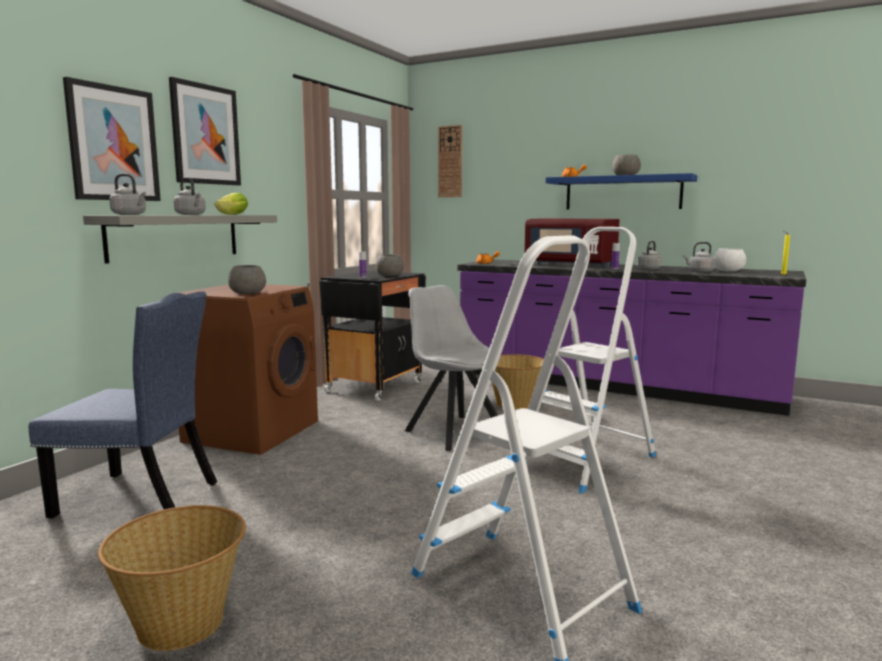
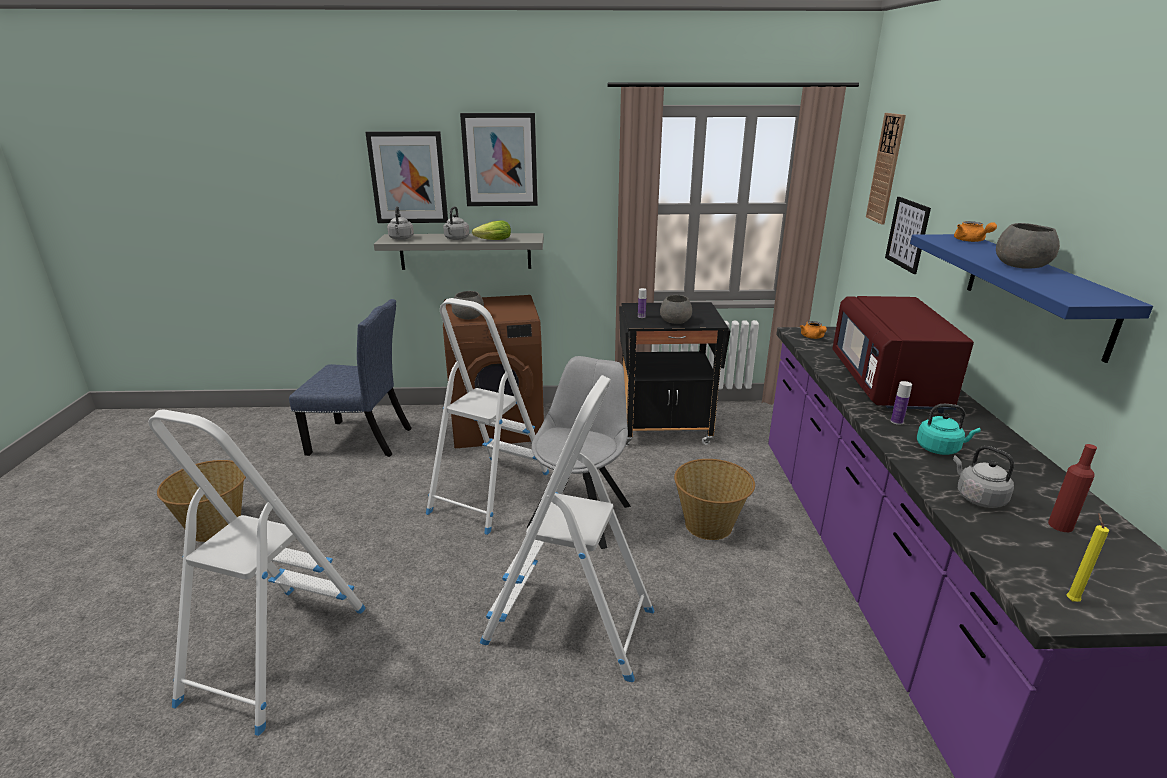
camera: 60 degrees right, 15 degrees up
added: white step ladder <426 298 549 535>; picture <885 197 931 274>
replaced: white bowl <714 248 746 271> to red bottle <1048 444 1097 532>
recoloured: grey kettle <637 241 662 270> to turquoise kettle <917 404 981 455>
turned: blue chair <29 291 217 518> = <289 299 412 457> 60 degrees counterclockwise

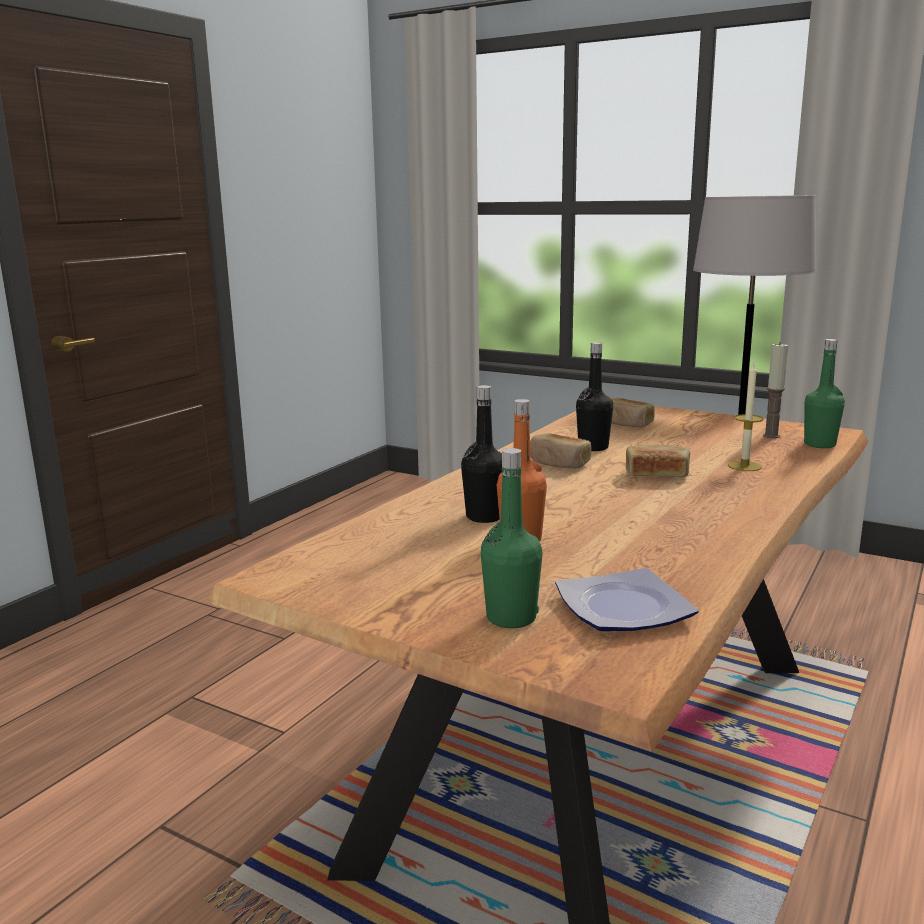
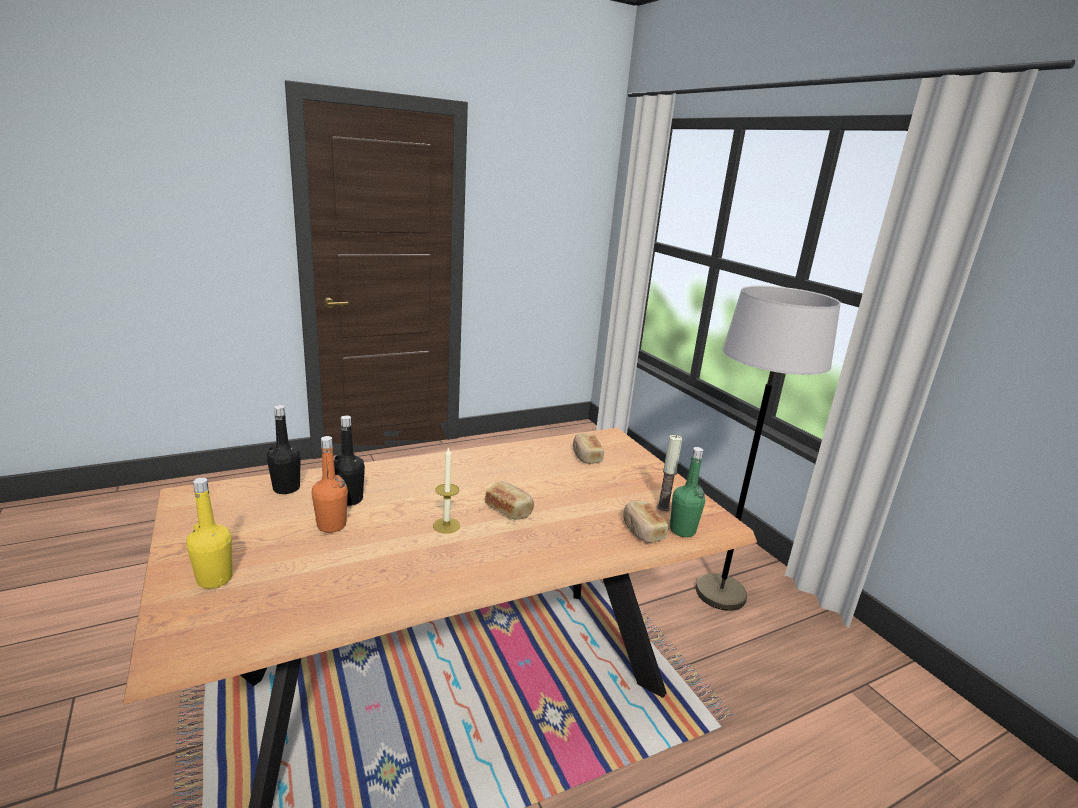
camera: 30 degrees right, 5 degrees up
removed: plate <555 568 699 631>
moved: bread <530 433 591 469> to <623 501 668 543>; black bottle <576 342 613 451> to <267 405 301 494>; candle <728 361 764 471> to <433 447 460 534>
recoloured: green bottle <481 448 543 628> to yellow bottle <186 478 233 589>

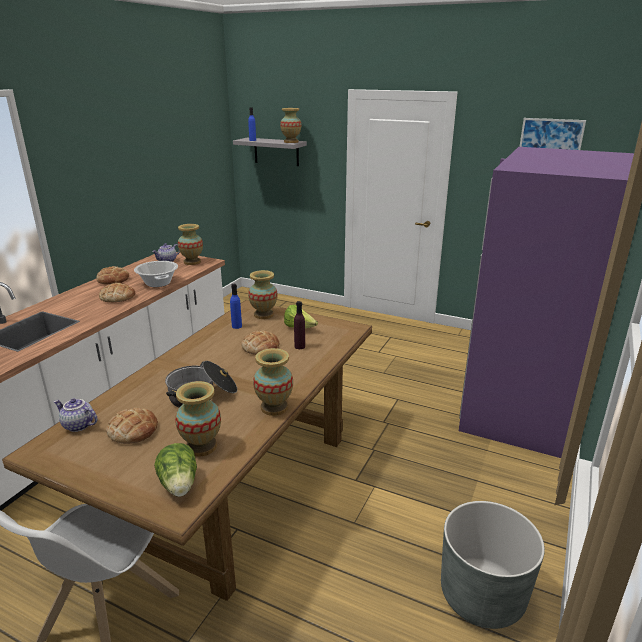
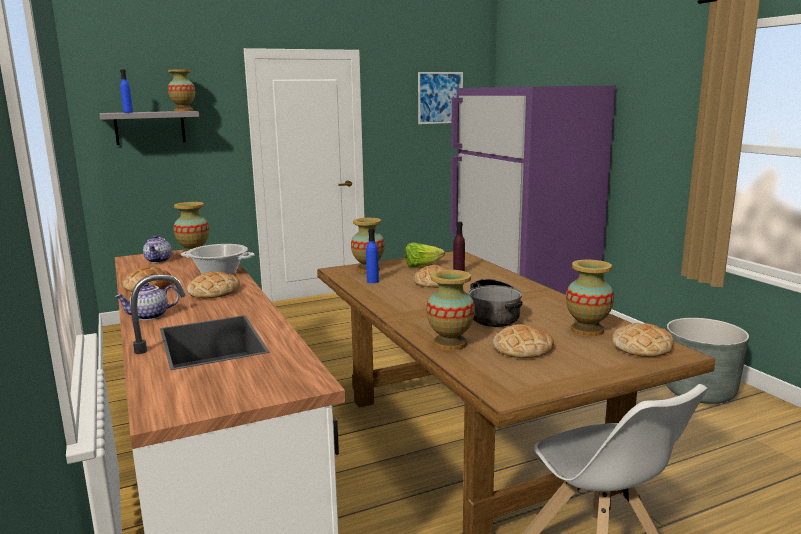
camera: 50 degrees left, 10 degrees down
moved: teapot <53 398 98 432> to <115 283 179 320>; vase <253 348 293 416> to <426 270 475 350>
replaced: lettuce <154 443 197 497> to bread <612 323 674 357>

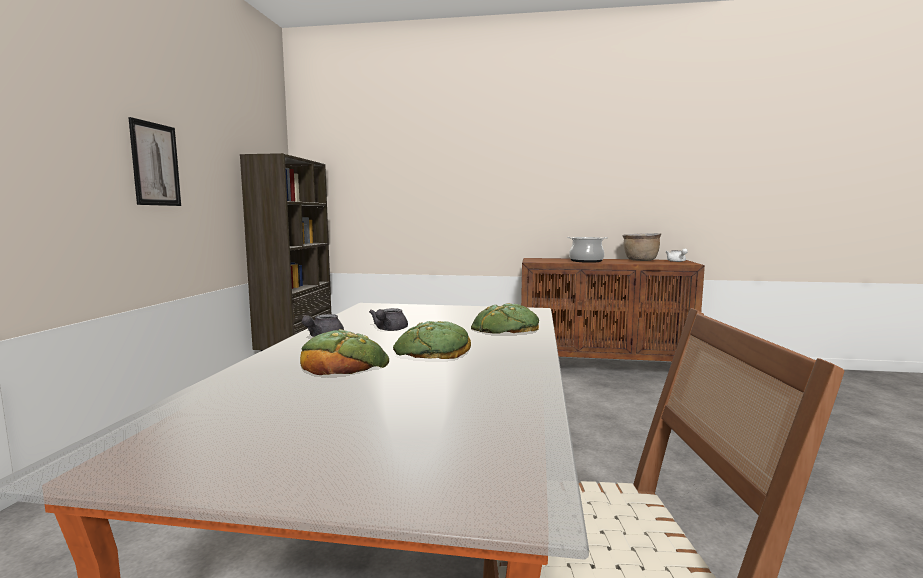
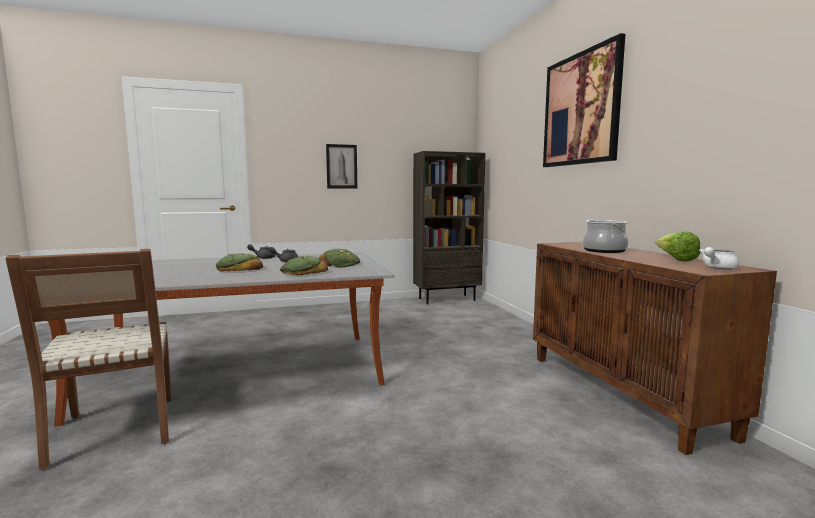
camera: 65 degrees right, 0 degrees up
added: picture <543 33 625 167>
moved: bread <300 329 389 375> to <318 249 360 268>
replaced: brown cooking pot <622 233 661 261> to lettuce <655 231 700 262>

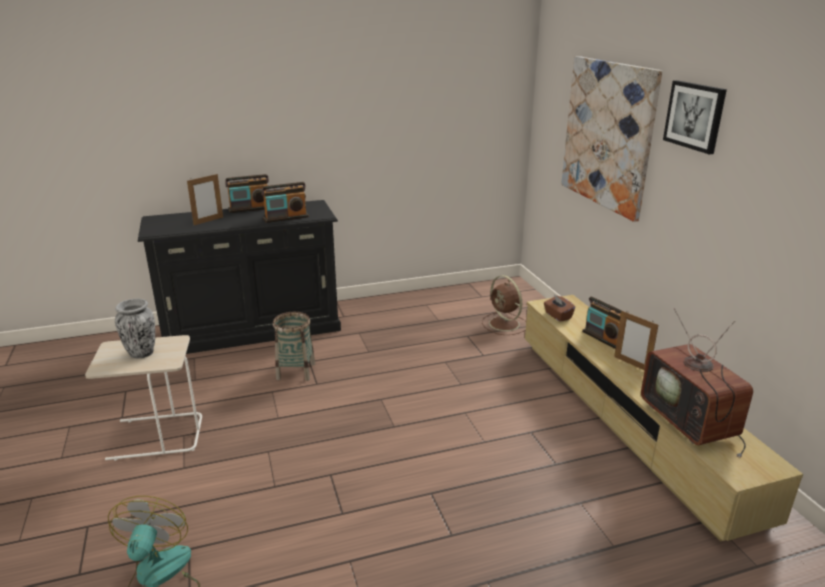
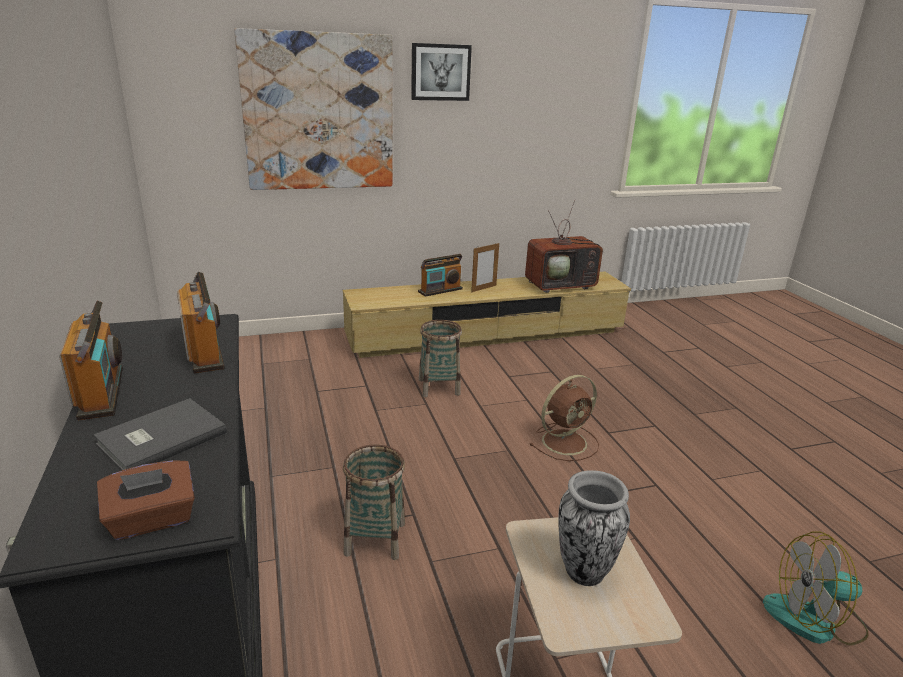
camera: 90 degrees left, 0 degrees up
added: basket <419 320 462 397>
moved: brown fan <482 275 525 335> to <529 375 599 461>; brown tissue box <544 295 575 322> to <97 460 195 540>
replaced: picture frame <187 173 223 225> to grey book <93 398 227 470>

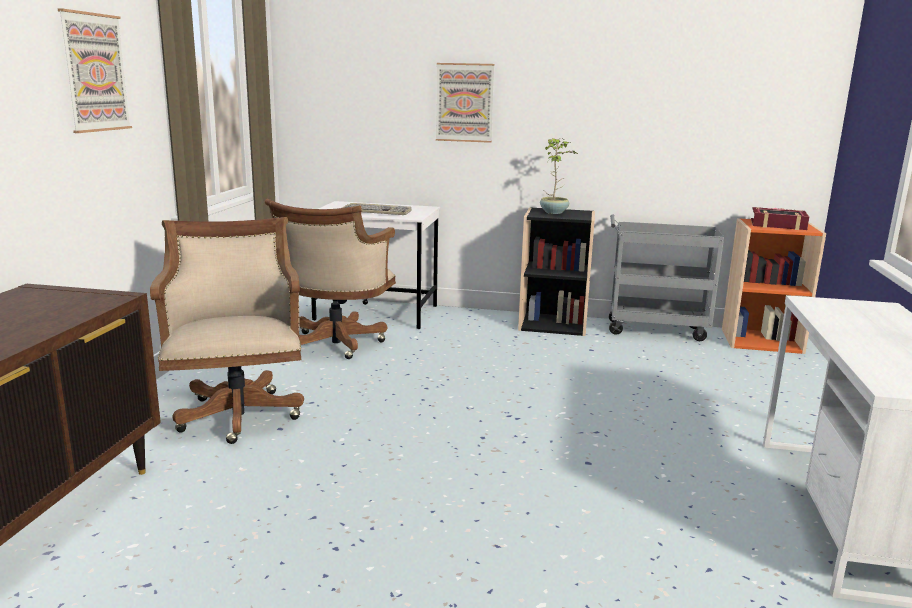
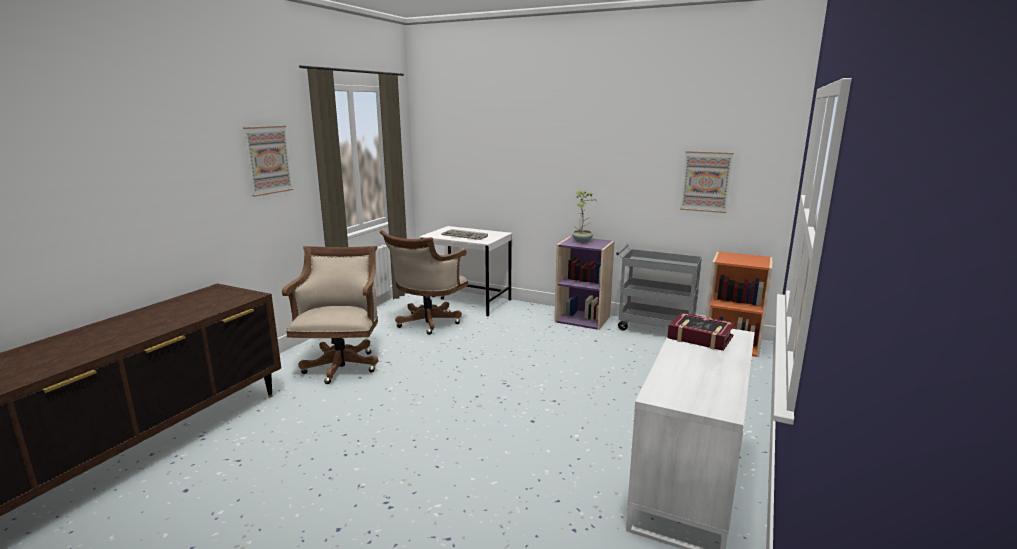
camera: 15 degrees right, 0 degrees up
moved: picture <436 63 494 143> to <680 151 733 213>; book <751 207 809 230> to <667 312 735 351>
recoloured: black bookcase <518 207 595 336> to purple bookcase <555 236 614 330>

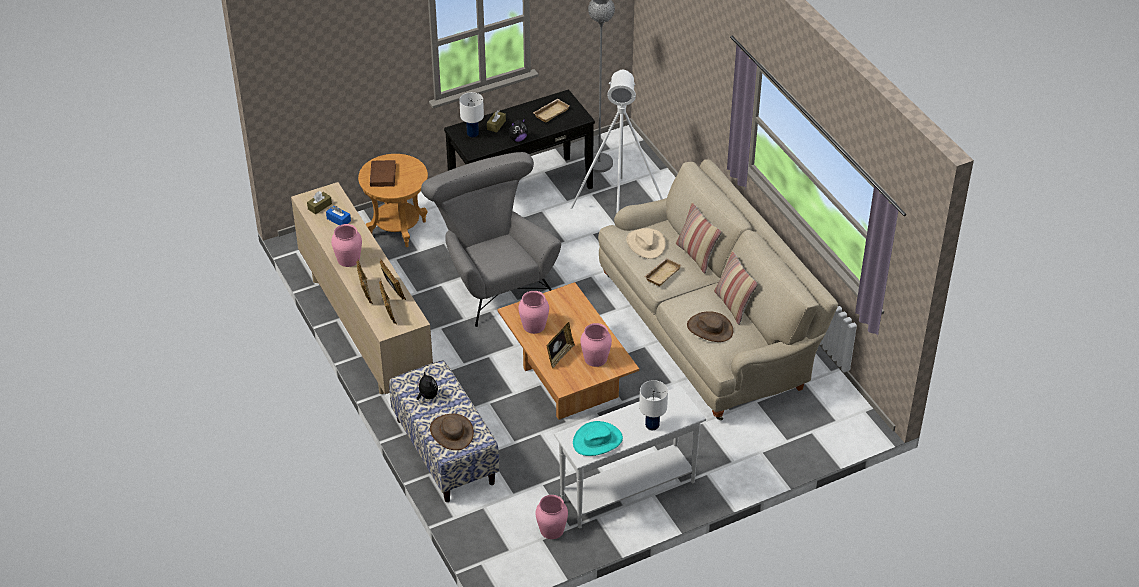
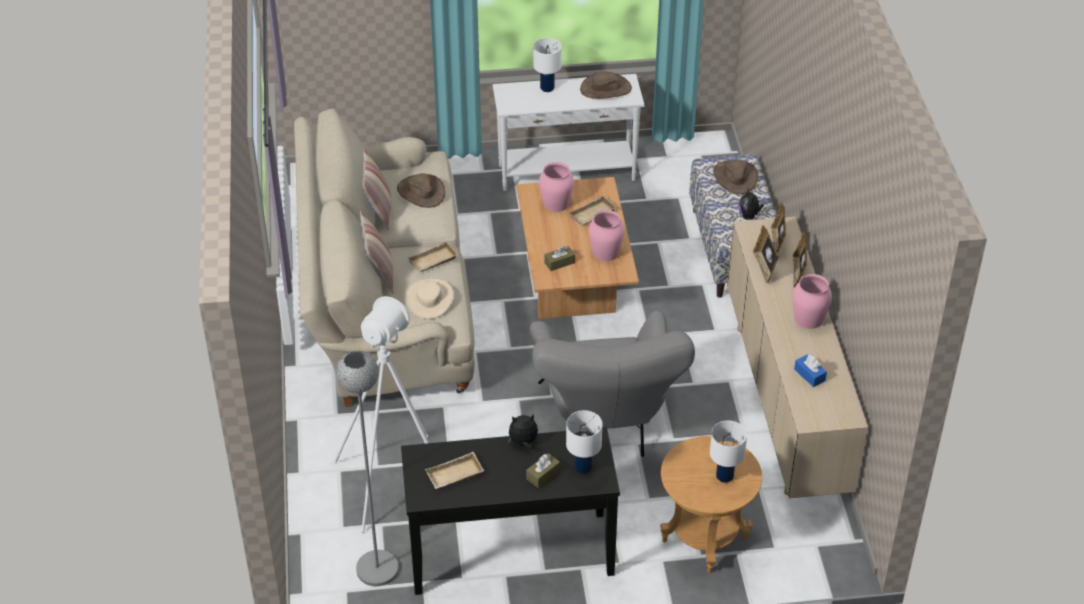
camera: 160 degrees left, 0 degrees up
removed: pink vase <536 495 568 539>
moved: brown tissue box <307 191 332 214> to <544 246 575 271>
replaced: brown book <370 160 396 187> to white table lamp <710 420 747 483>; picture frame <546 322 575 368> to beige tray <568 195 617 226>
recoloured: turquoise hat <573 421 623 456> to brown hat <580 71 632 99>

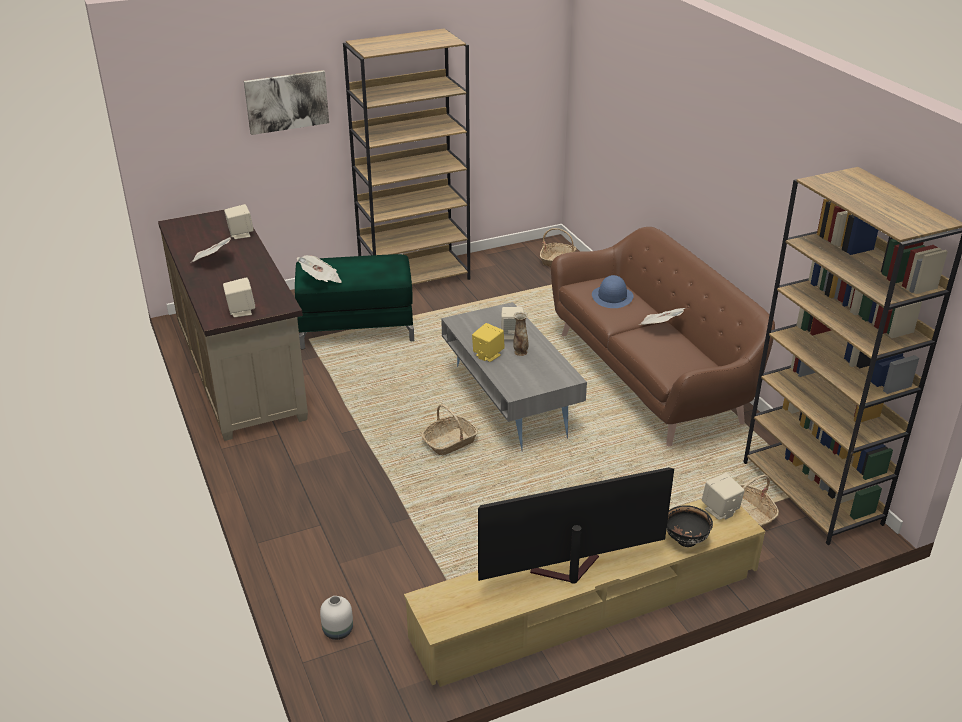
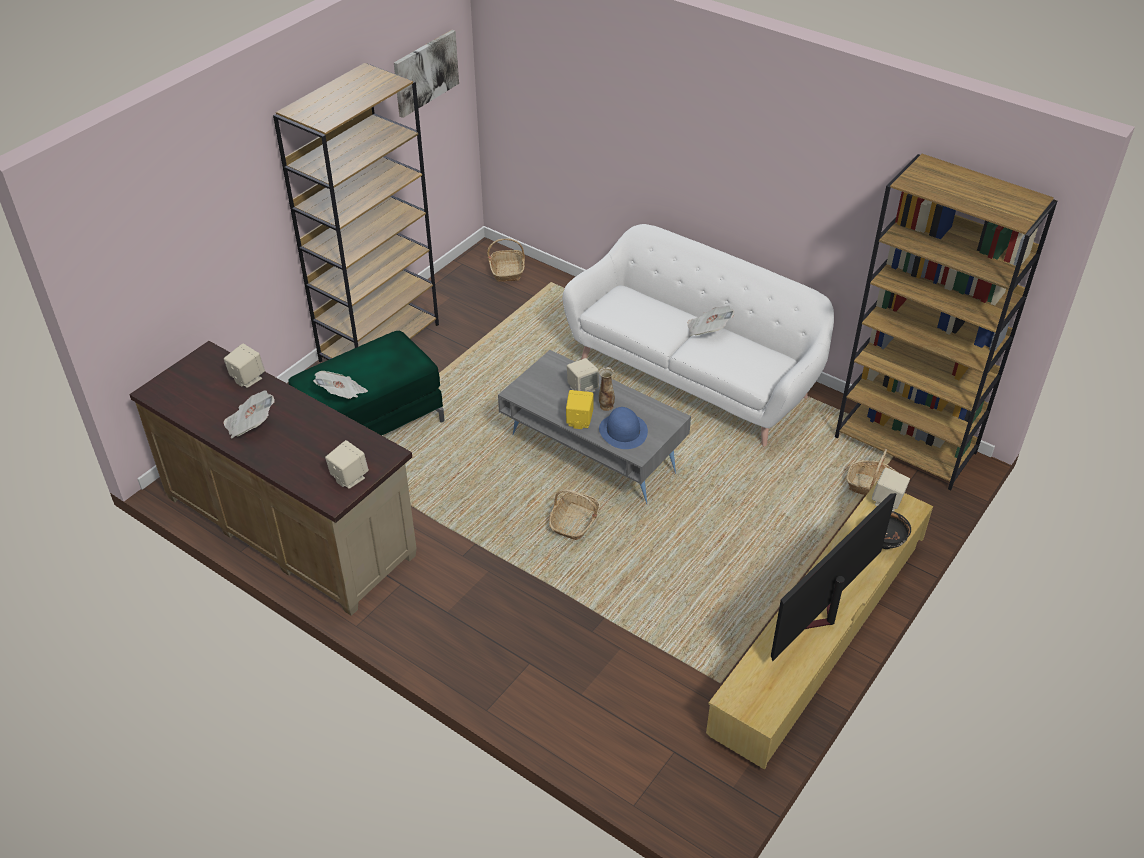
camera: 30 degrees left, 10 degrees up
removed: white vase <320 596 353 640>
moved: picture <244 70 329 135> to <394 30 459 118>; blue hat <592 275 634 308> to <599 407 648 449>
recoloured: brown sofa <551 227 775 447> to white sofa <562 224 834 446>

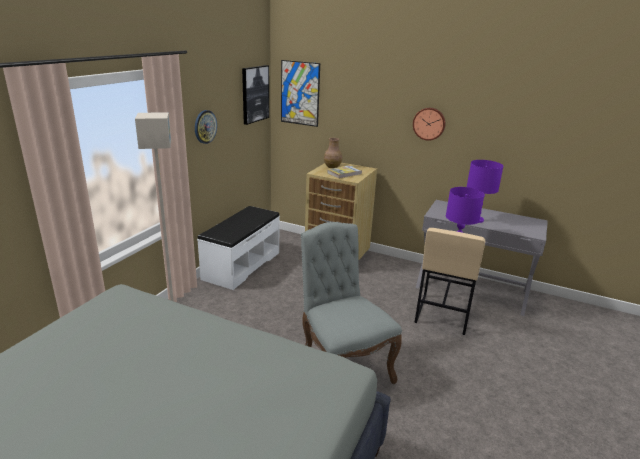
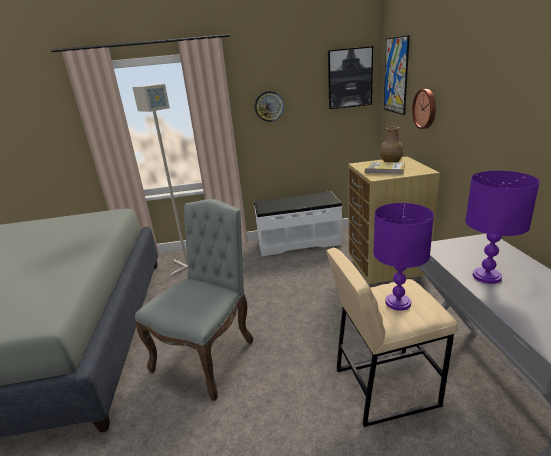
camera: 60 degrees right, 0 degrees up
moved: wall clock <413 108 446 141> to <412 89 436 129>

